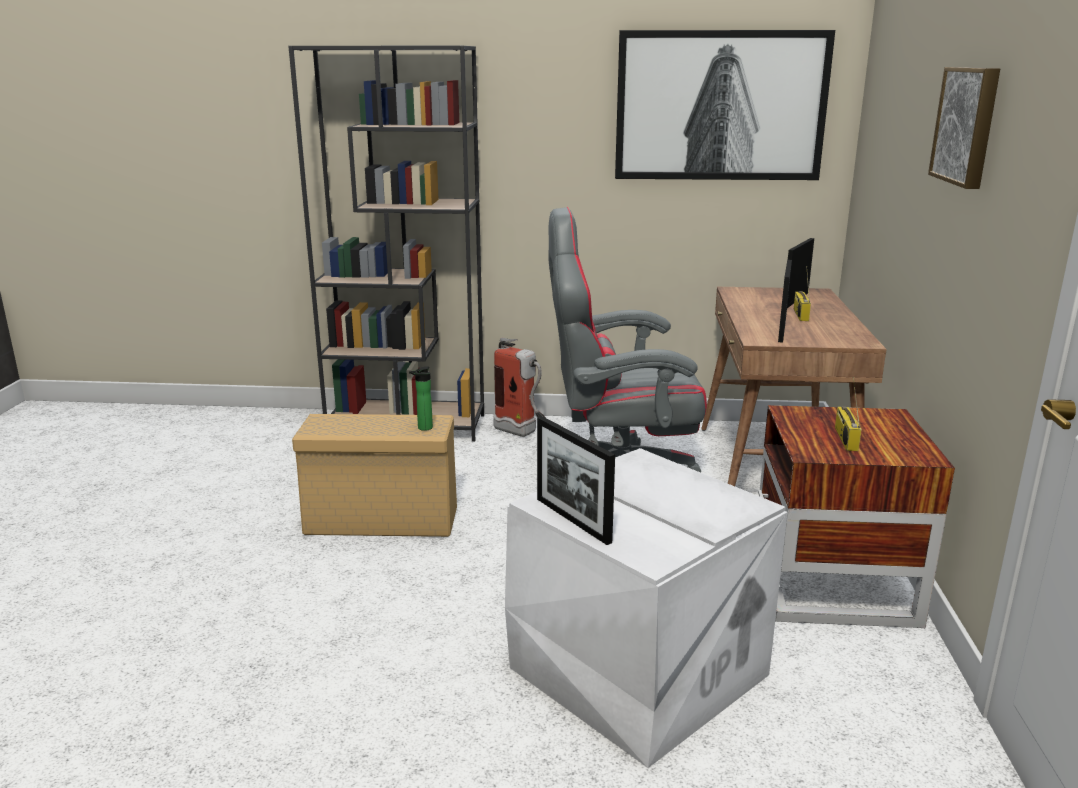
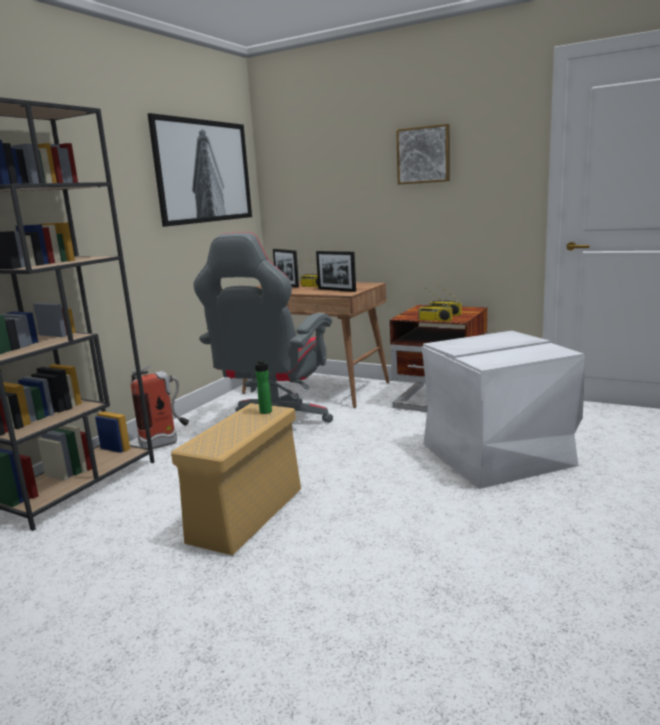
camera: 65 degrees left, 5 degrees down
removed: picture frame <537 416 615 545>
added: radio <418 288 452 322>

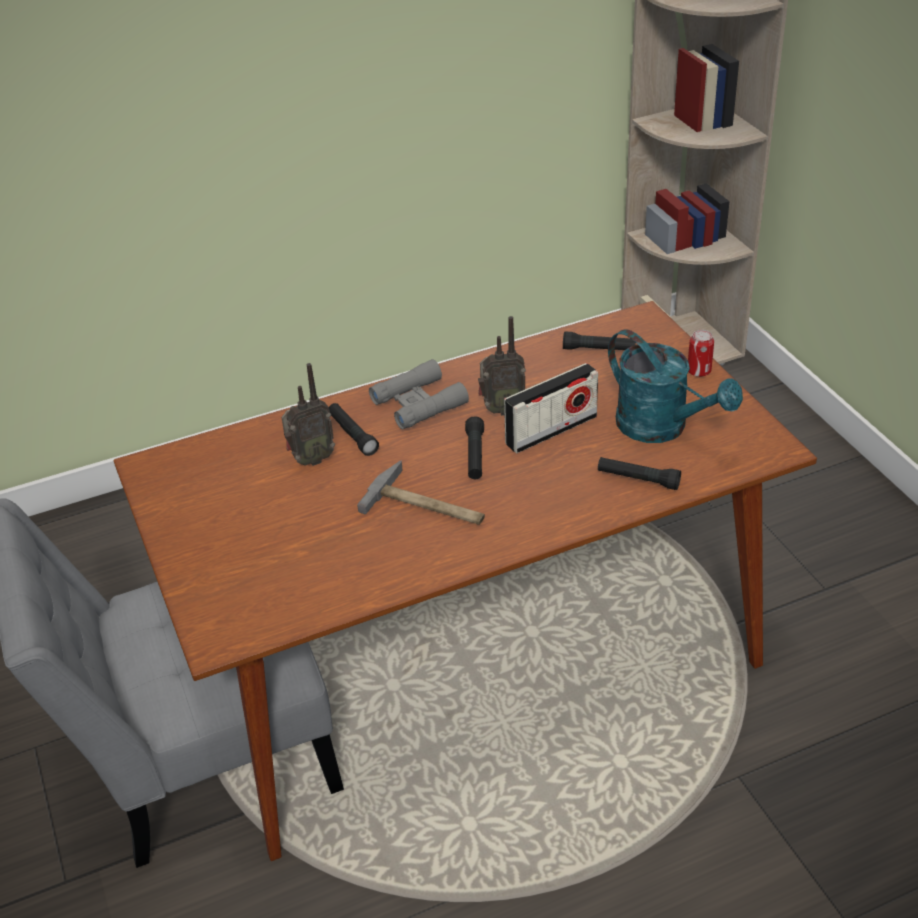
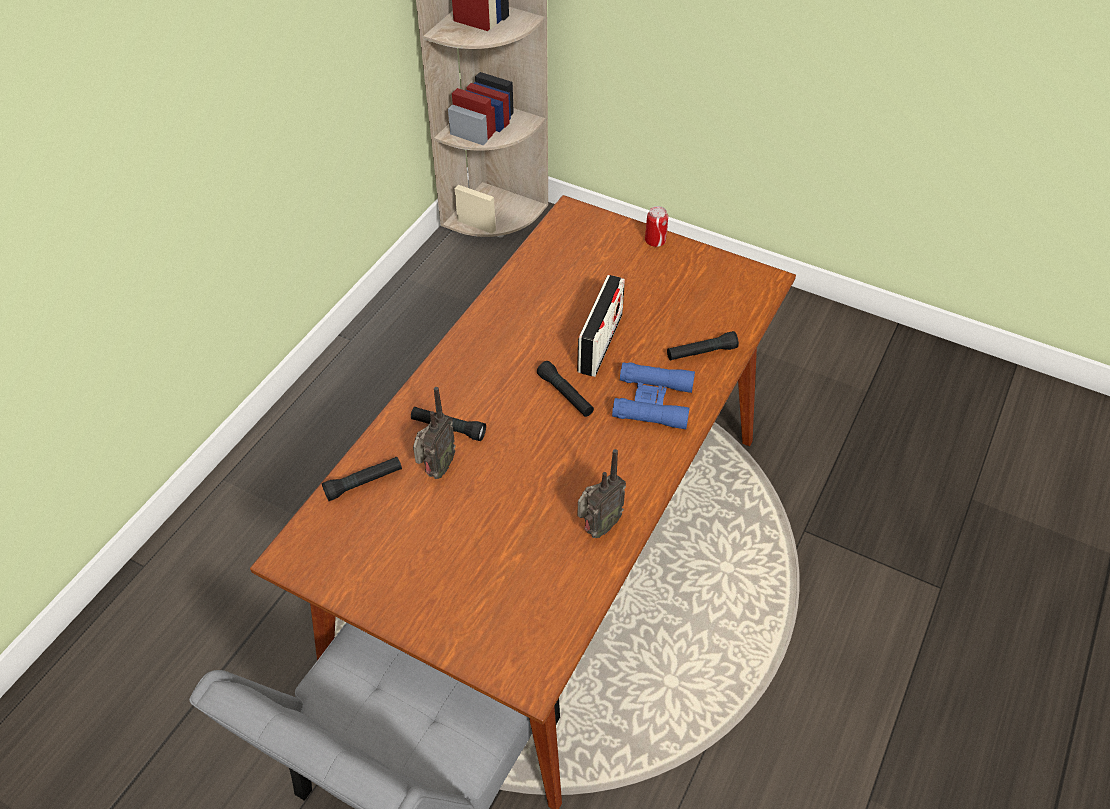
camera: 40 degrees left, 10 degrees up
removed: hammer <357 461 485 525>; grey binoculars <369 359 469 429>; turquoise watering can <608 329 743 443>
added: blue binoculars <612 362 695 429>
moved: radio <478 316 526 416> to <577 449 626 538>; black flashlight <563 332 636 350> to <322 457 402 501>

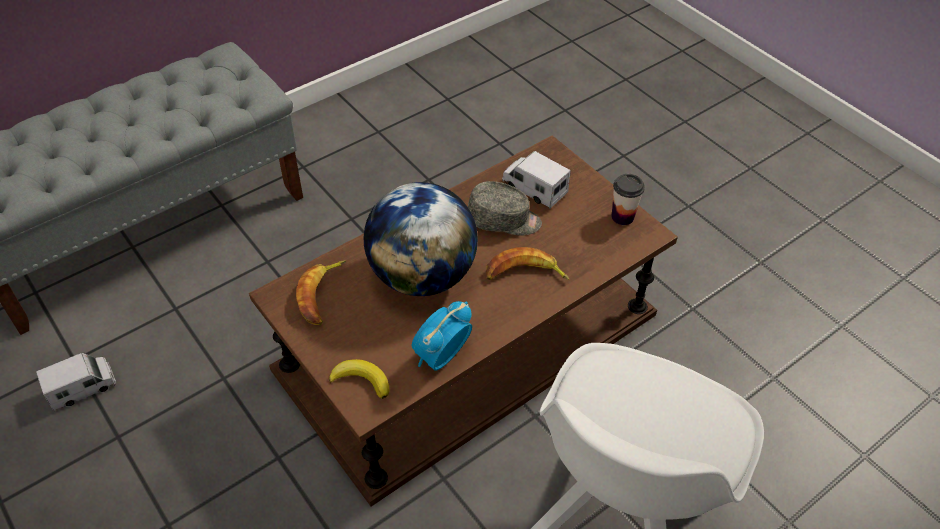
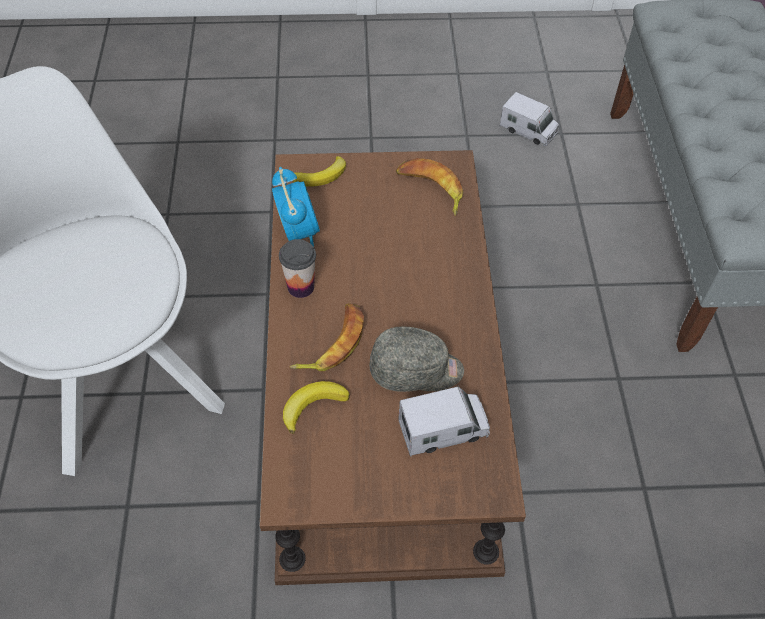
camera: 125 degrees right, 5 degrees up
removed: globe <364 182 478 296>
added: banana <283 381 350 434>
moved: cup <612 174 645 225> to <279 239 316 298>
turned: toy truck <36 353 116 411> = <500 92 559 146> 60 degrees counterclockwise; grey cap <468 181 542 236> = <369 326 464 392> 135 degrees counterclockwise

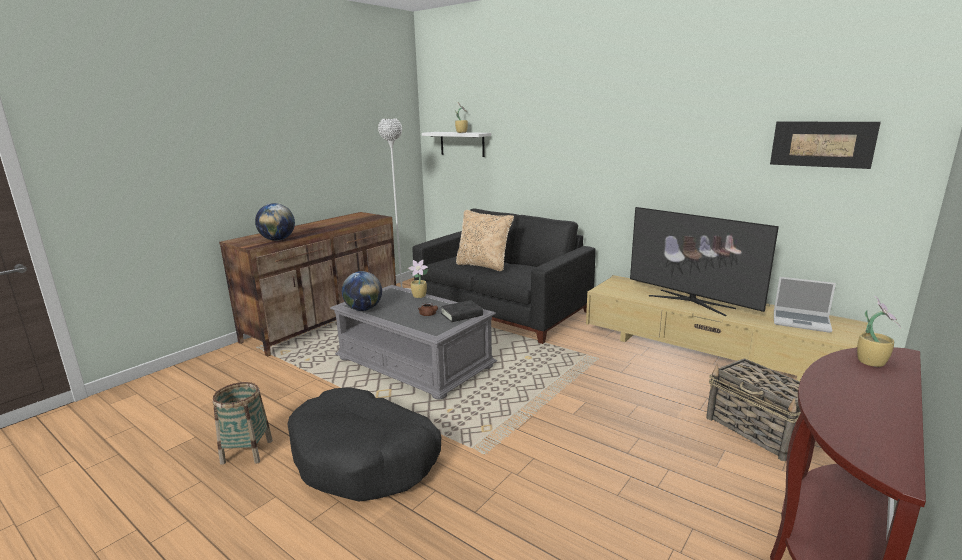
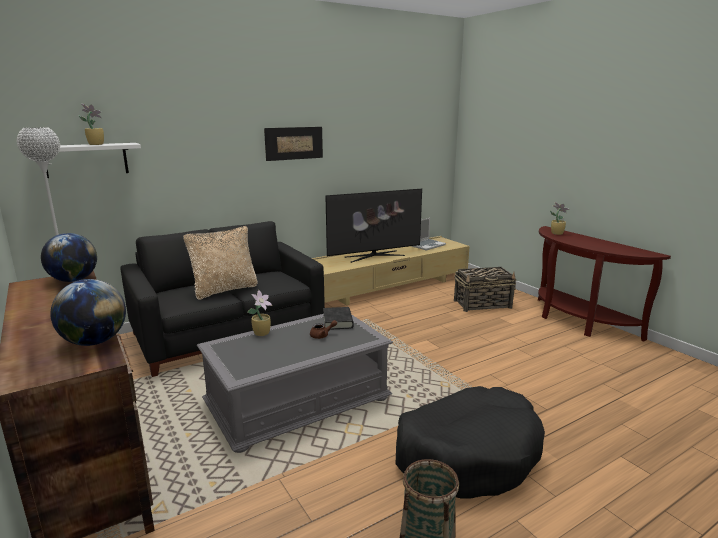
camera: 70 degrees left, 0 degrees up
moved: globe <342 271 382 311> to <41 233 97 282>; picture <770 122 881 169> to <264 127 323 161>

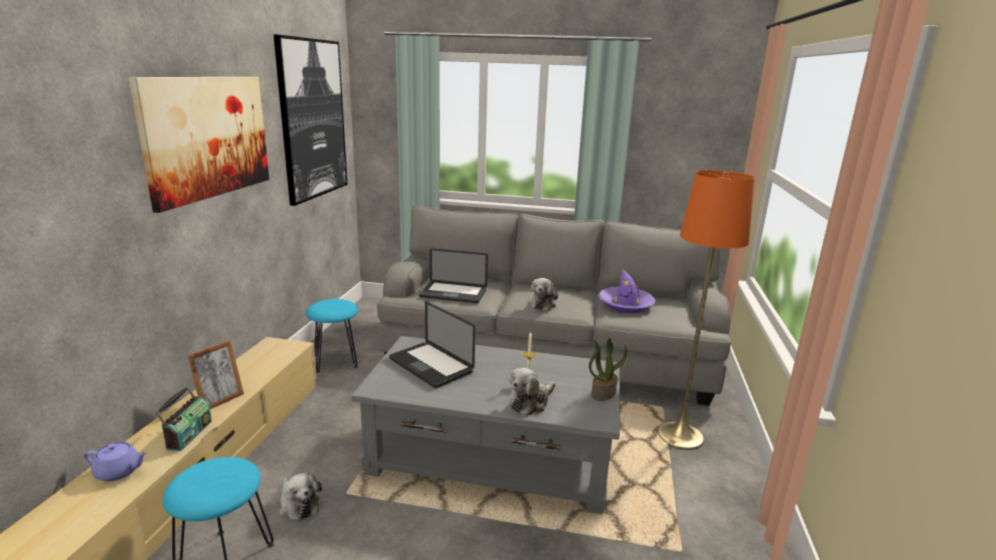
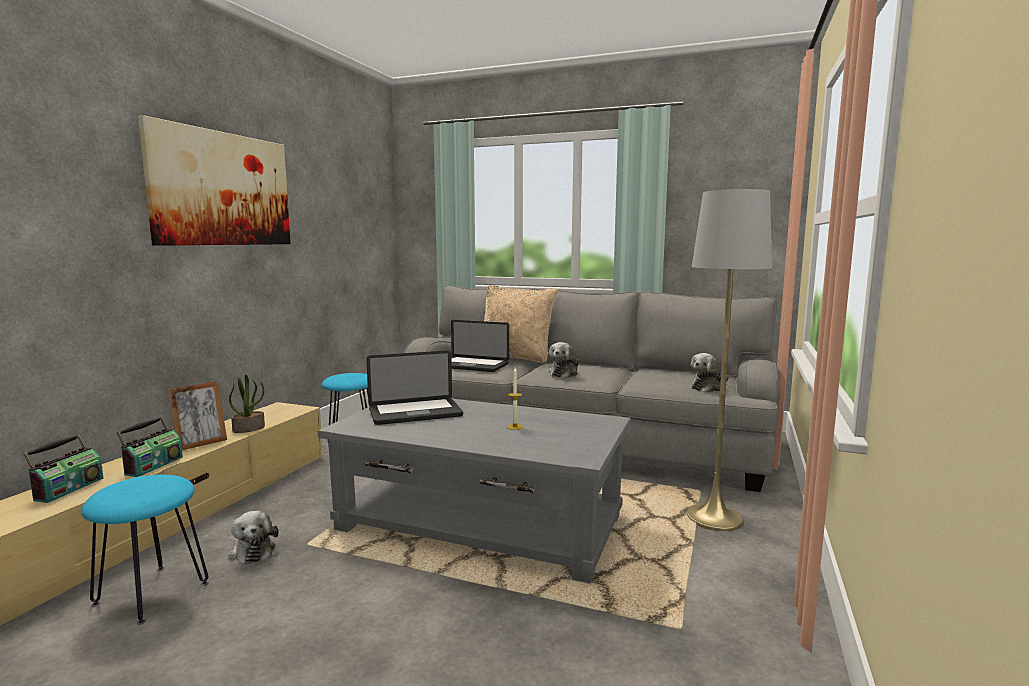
camera: 10 degrees right, 10 degrees down
removed: picture <274 35 348 206>; purple hat <598 268 655 313>
added: beige pillow <484 285 559 363>
moved: plush toy <510 368 555 416> to <691 353 729 392>; potted plant <589 338 627 401> to <229 375 265 433>
replaced: purple teapot <84 442 147 481> to radio <23 435 104 503>
recoloured: orange floor lamp <658 170 755 450> to grey floor lamp <687 189 772 531>
turned: laptop <389 301 475 388> = <366 351 463 425> 75 degrees counterclockwise

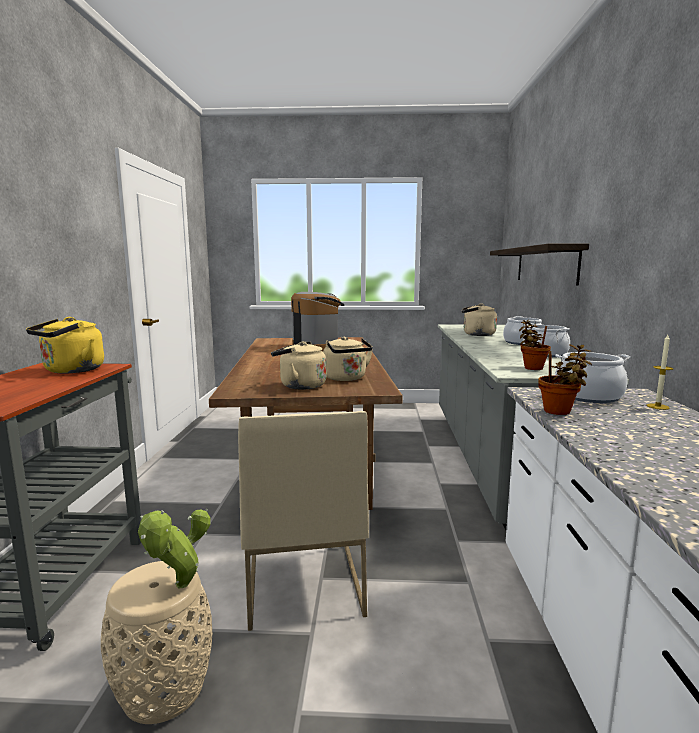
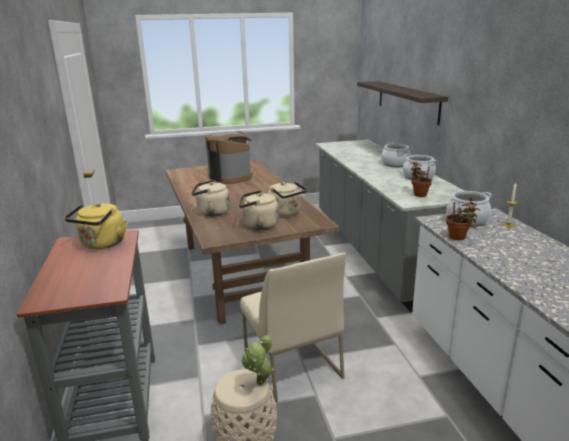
camera: 15 degrees left, 10 degrees up
moved: beige kettle <462 304 497 336> to <191 180 230 216>

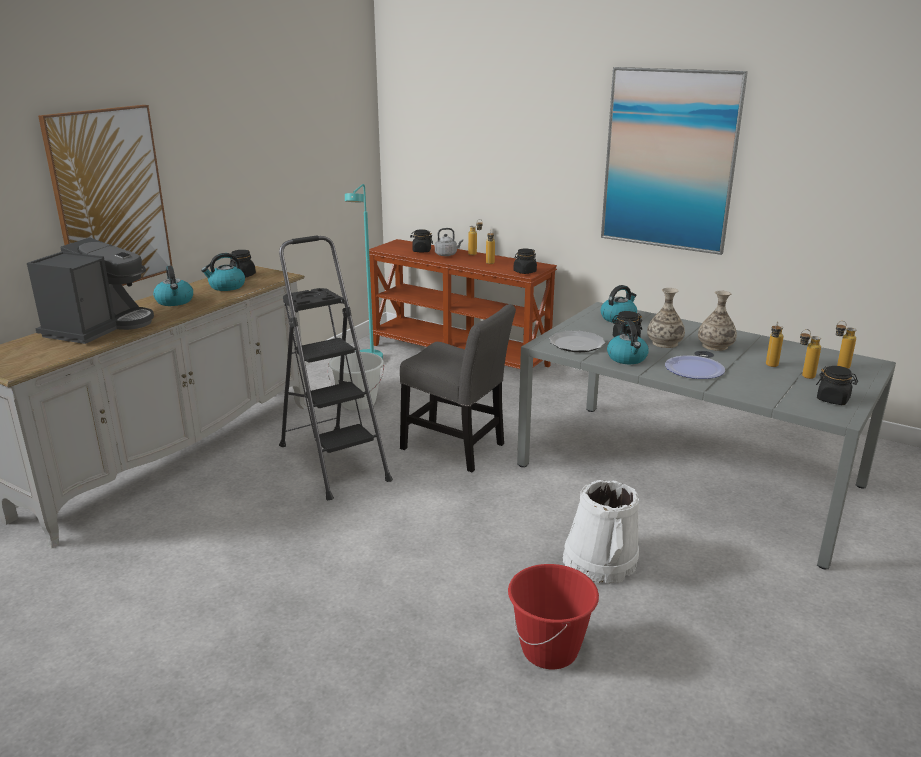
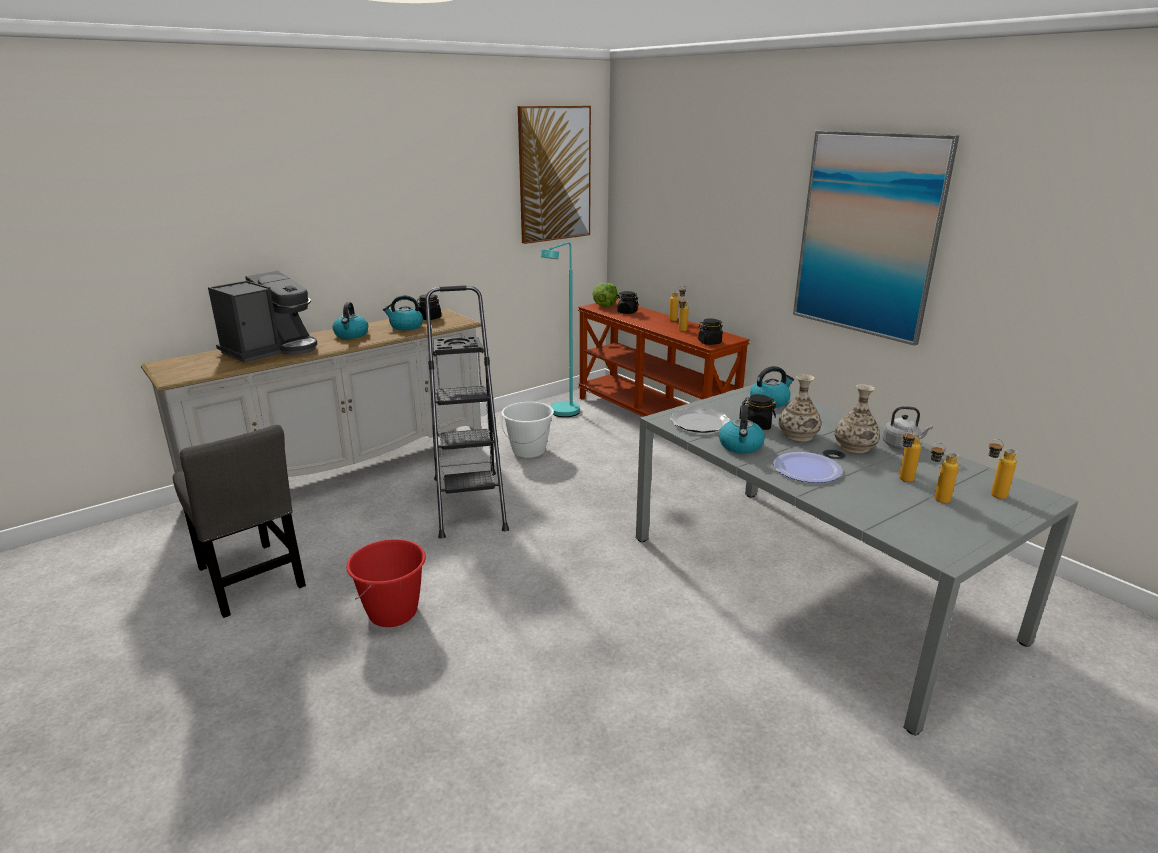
camera: 20 degrees right, 0 degrees up
removed: white bucket <563 480 639 584>; black jar <816 366 858 405>
added: lettuce <593 283 618 307>
moved: picture <38 105 173 286> to <518 106 591 244>; grey chair <400 304 516 472> to <173 425 306 618>; grey kettle <435 228 463 256> to <882 406 933 449>; red bucket <508 564 599 669> to <346 539 426 627>

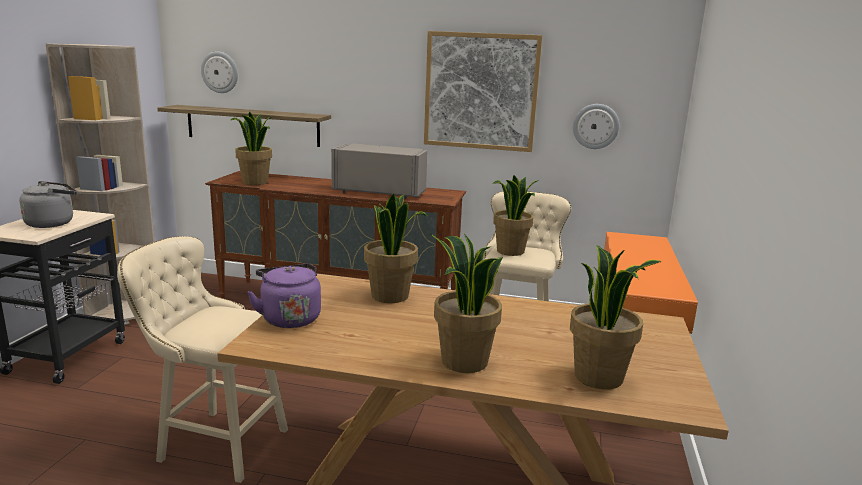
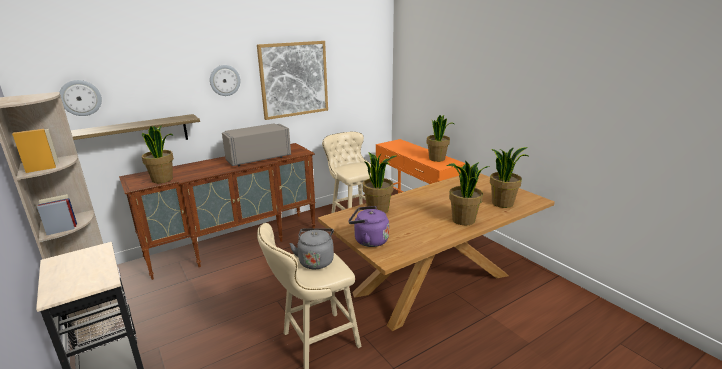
camera: 45 degrees left, 5 degrees up
moved: grey kettle <19 181 77 228> to <289 228 334 269>; potted plant <492 175 539 256> to <427 115 454 162>; wall clock <573 104 619 149> to <210 65 240 96>

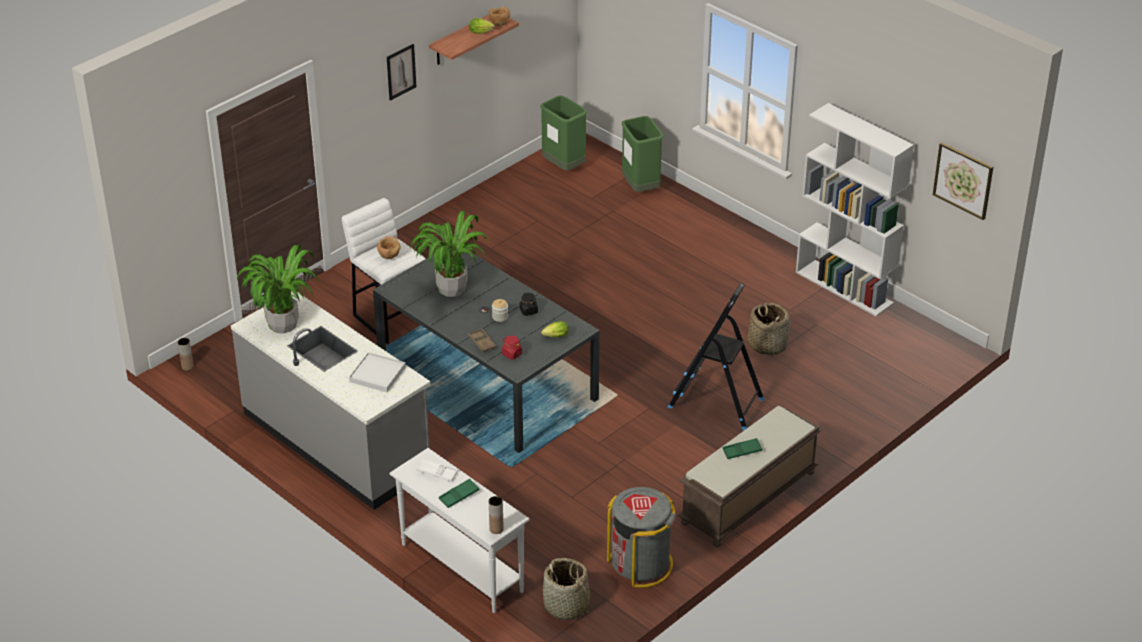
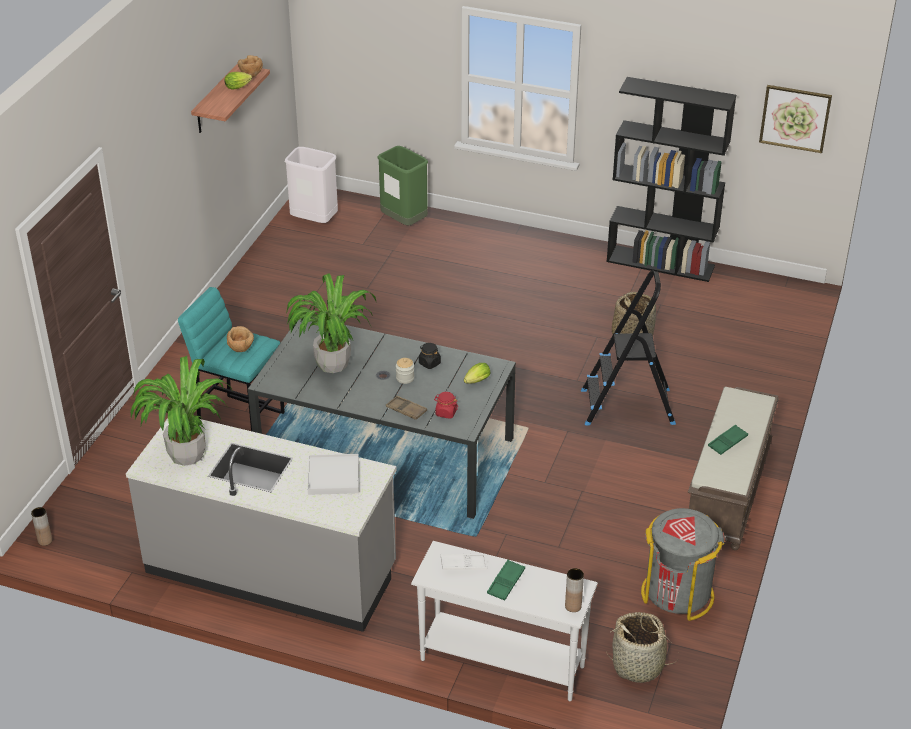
camera: 25 degrees left, 0 degrees up
removed: picture <387 44 416 101>
recoloured: white stool <342 198 426 344> to turquoise stool <178 287 285 431>; green trash can <540 95 587 170> to white trash can <285 147 338 223>; white bookcase <796 103 914 317> to black bookcase <607 77 736 282>

